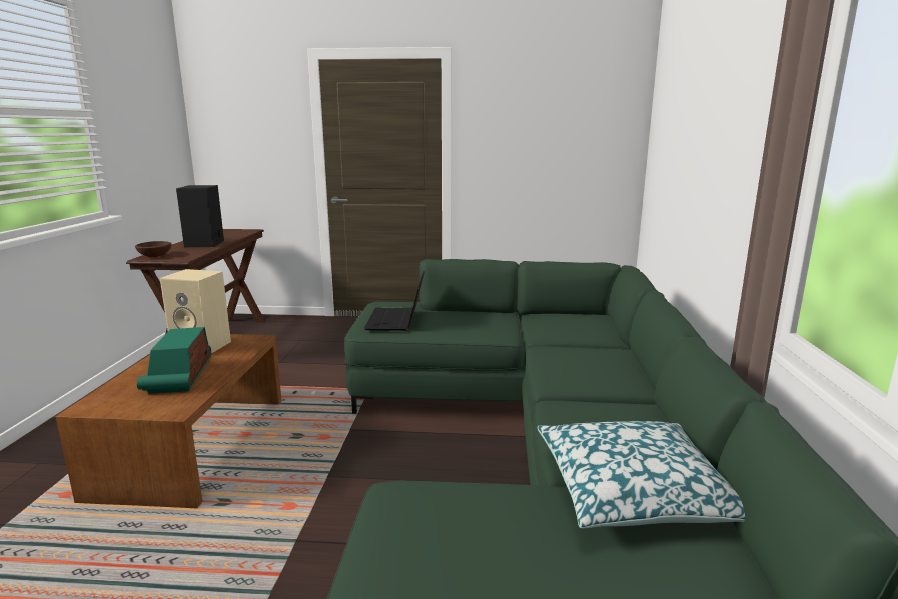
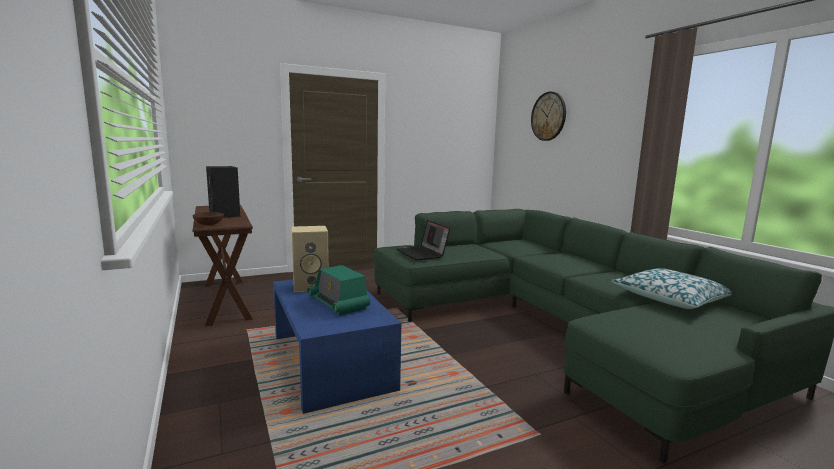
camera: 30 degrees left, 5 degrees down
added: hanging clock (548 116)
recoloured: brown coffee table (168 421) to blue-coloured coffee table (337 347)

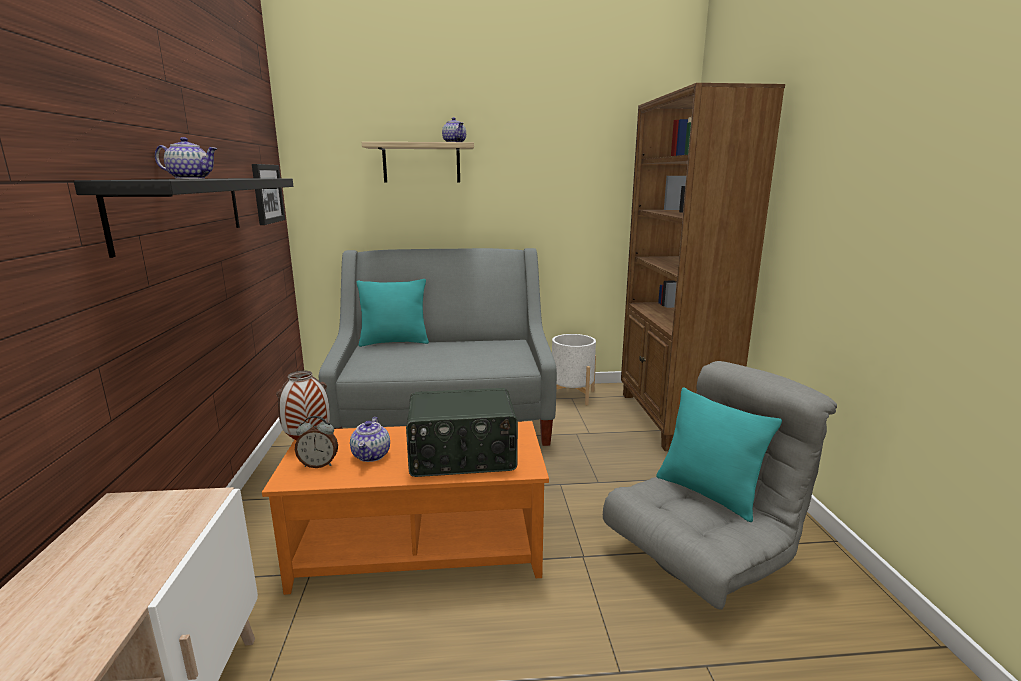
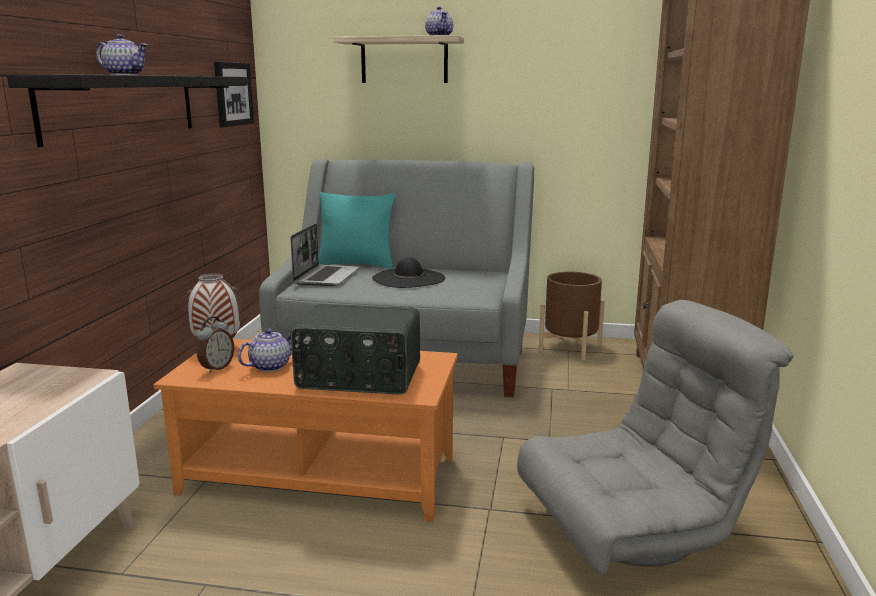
camera: 15 degrees right, 0 degrees up
removed: turquoise throw pillow (719 455)
added: notebook computer (325 254); black-coloured hat (408 273)
recoloured: white flower pot (574 369) to brown flower pot (572 316)
turned: table clock (316 442) = (215 345) 75 degrees counterclockwise; pot for tea (370 439) = (265 350) 150 degrees counterclockwise

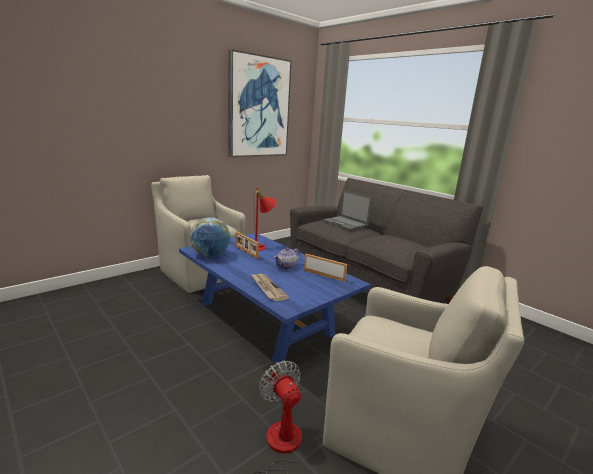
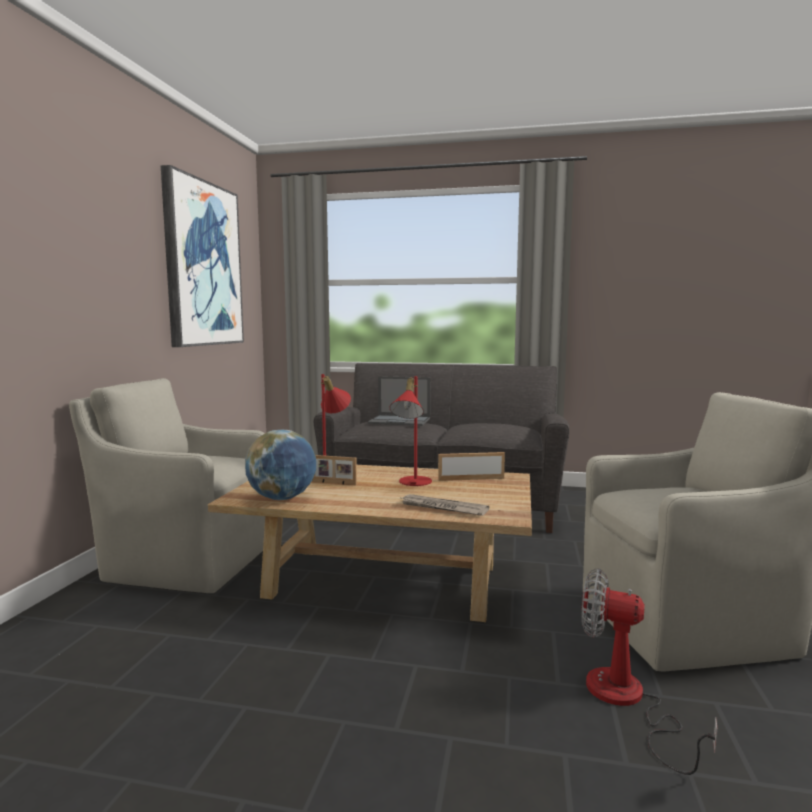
camera: 35 degrees left, 10 degrees down
replaced: pot for tea (287 259) to red-coloured tabletop lamp (411 431)
recoloured: blue-coloured coffee table (274 298) to beige-coloured coffee table (370 543)

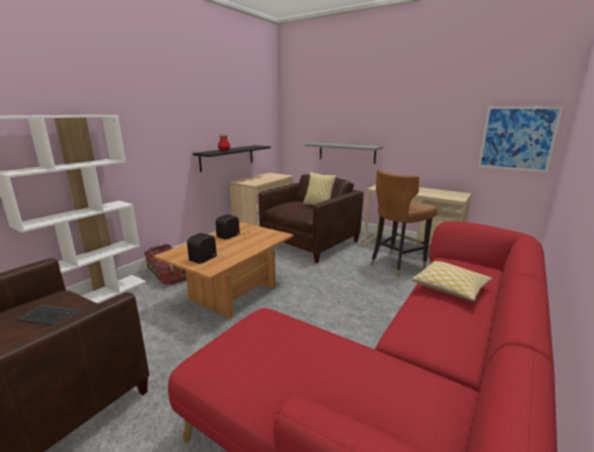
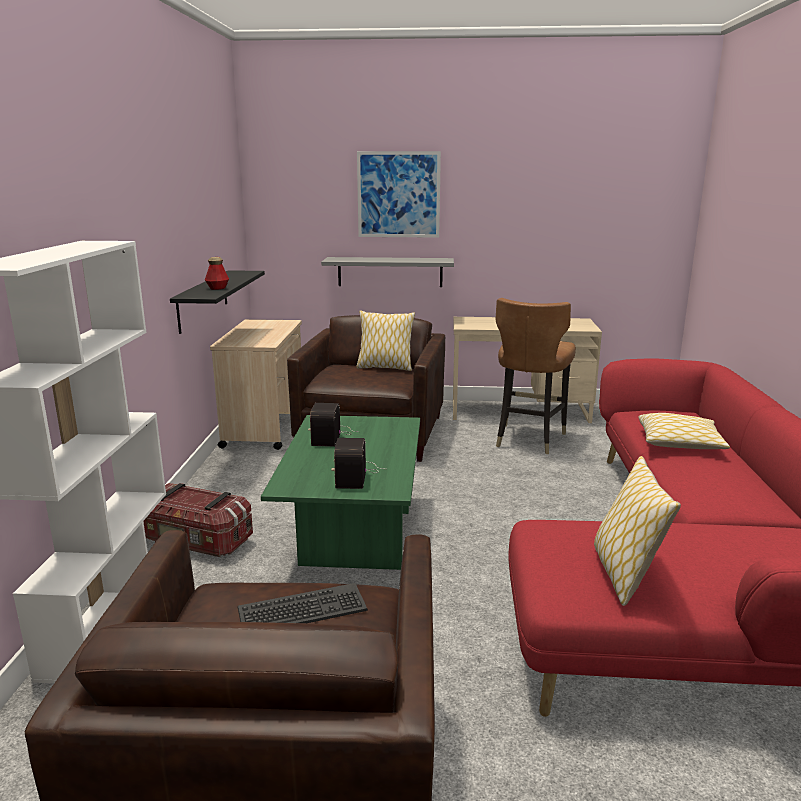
camera: 30 degrees left, 0 degrees up
added: throw pillow (637 531)
moved: picture (520 139) to (399 194)
recoloured: brown coffee table (224 270) to green coffee table (340 492)

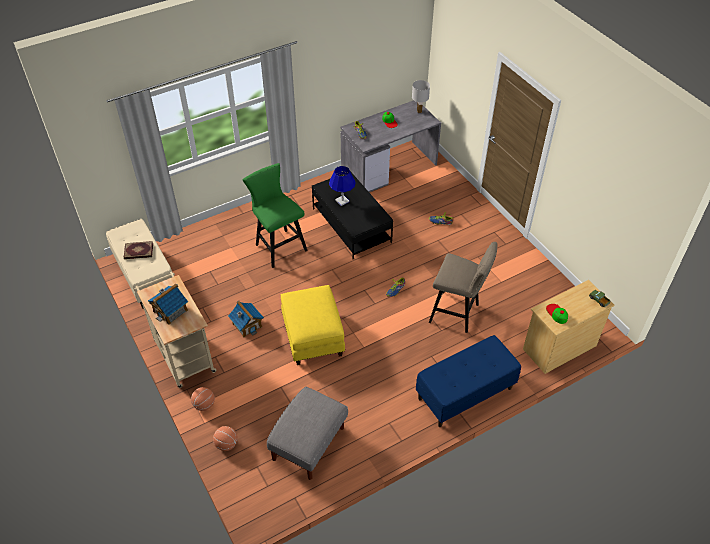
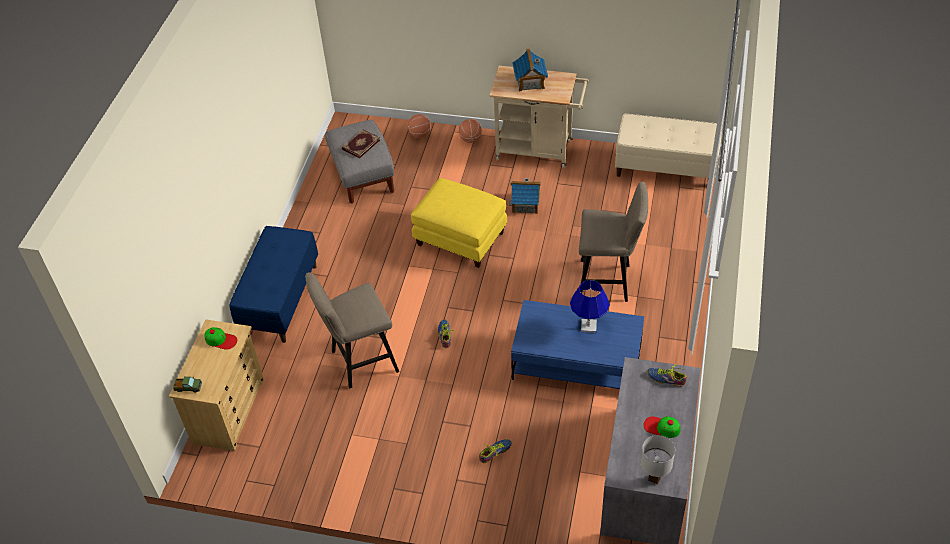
camera: 135 degrees right, 0 degrees up
moved: volume (138 250) to (361 143)
recoloured: green sitting stool (275 215) to beige-coloured sitting stool (613 242); black-coloured coffee table (352 215) to blue-coloured coffee table (577 344)

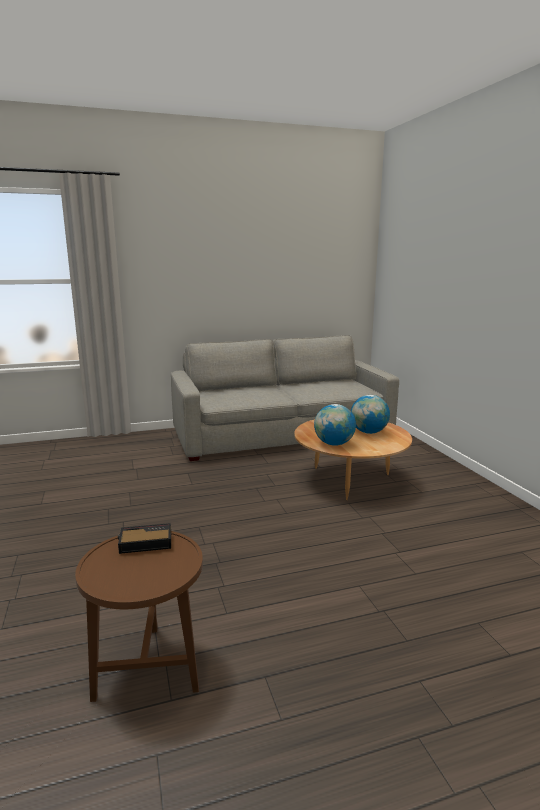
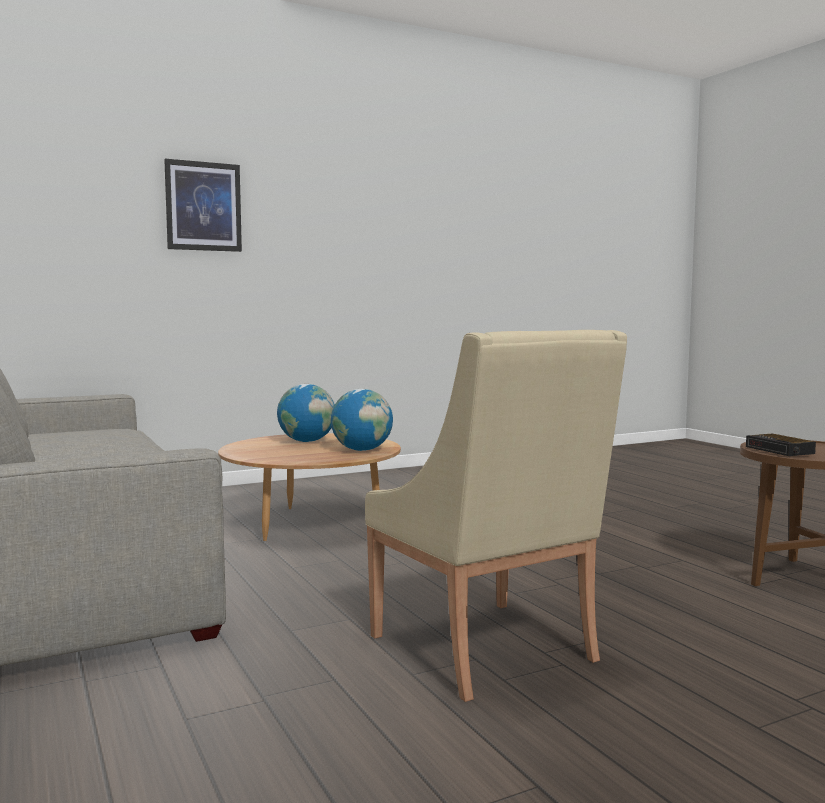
camera: 100 degrees left, 10 degrees down
added: picture (203 205); beige-coloured easy chair (496 516)

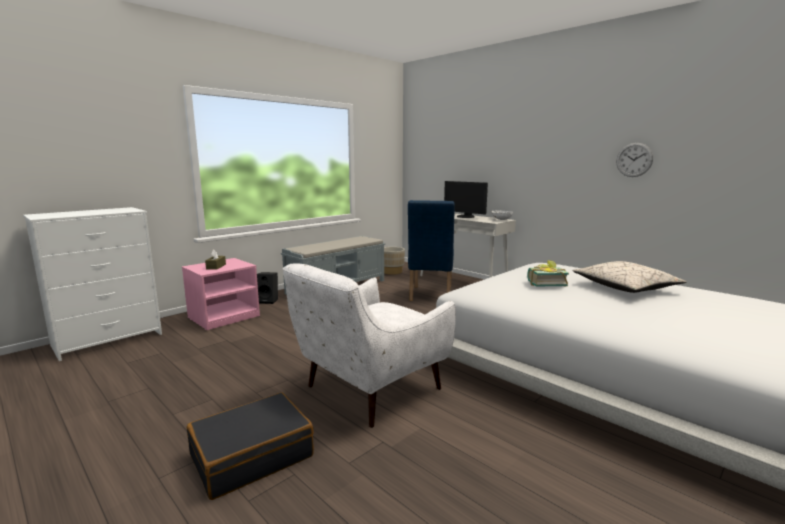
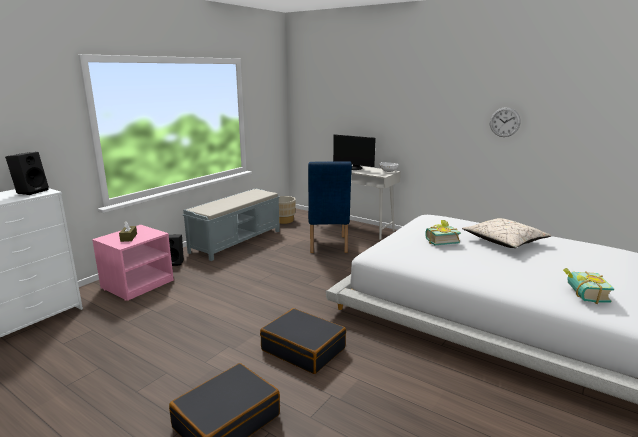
camera: 10 degrees left, 5 degrees up
added: black-coloured audio speaker (27 173); volume (588 286)
replaced: white easy chair (369 345) to black-coloured travel case (303 341)

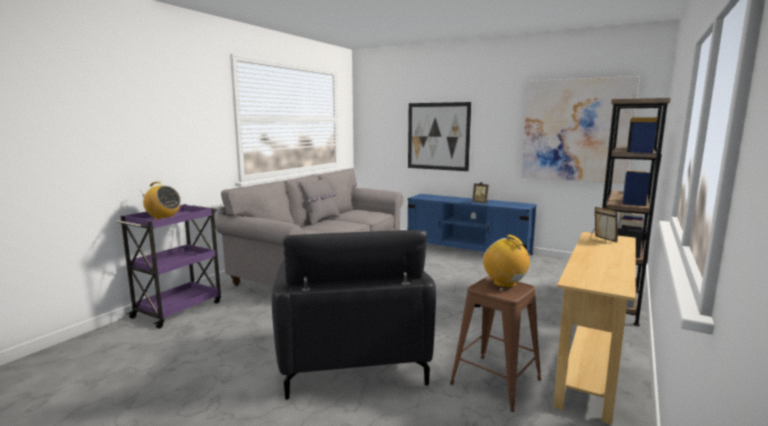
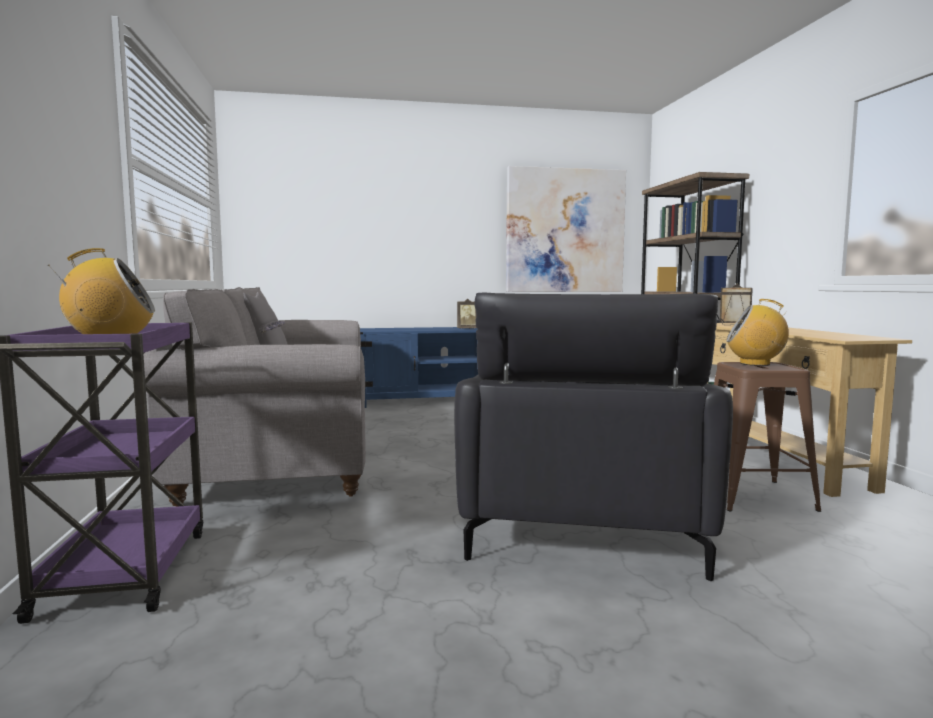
camera: 40 degrees left, 5 degrees down
removed: picture (439 136)
turned: black-coloured easy chair (354 315) = (593 436) 60 degrees clockwise

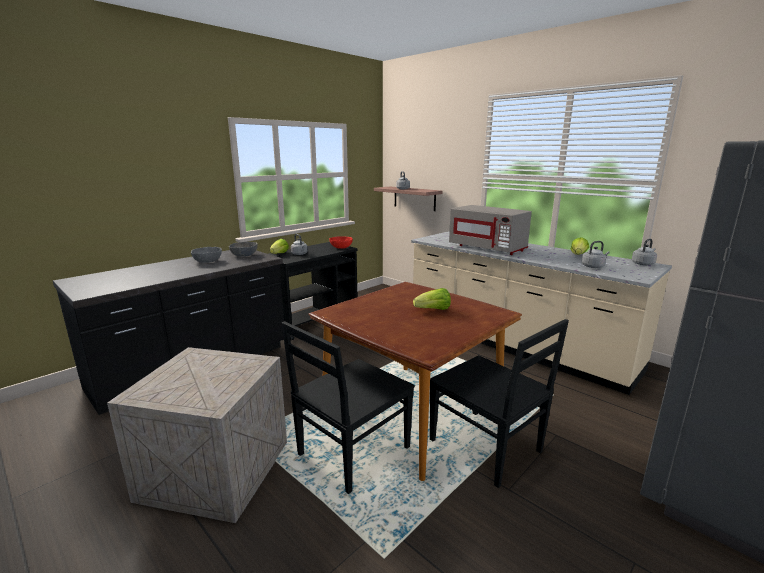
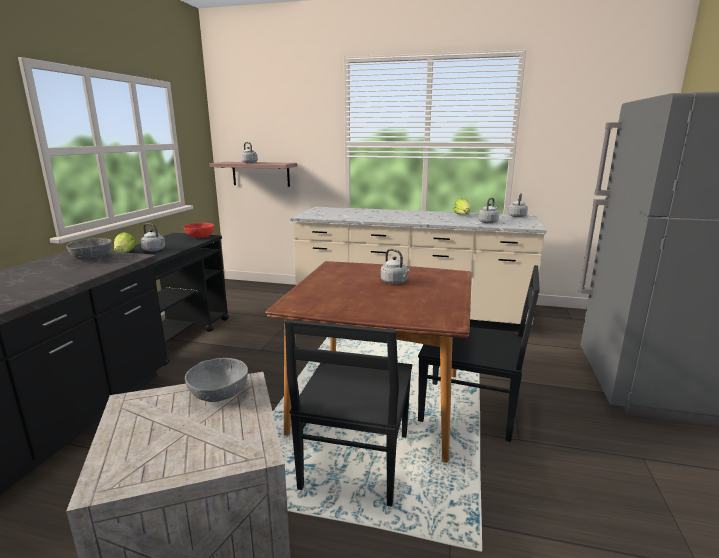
camera: 30 degrees left, 0 degrees up
removed: grey microwave oven (490 230)
moved: grey serving bowl (206 255) to (216 380)
replaced: head of lettuce (432 299) to grey water kettle (396 266)

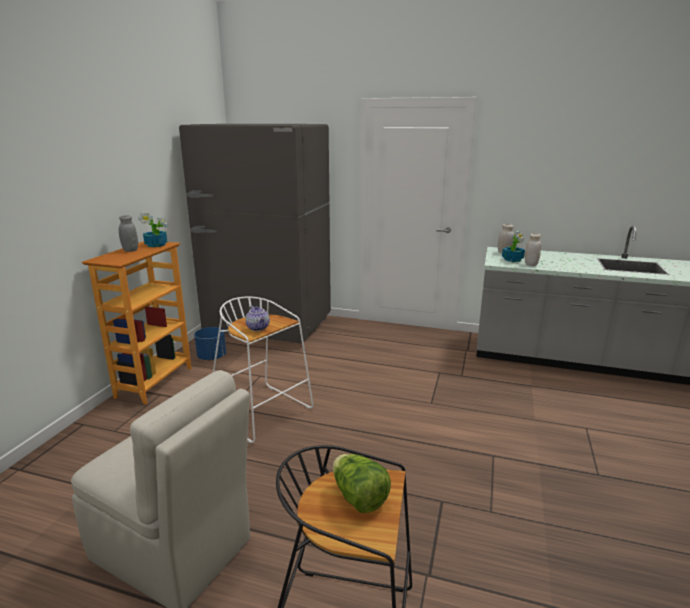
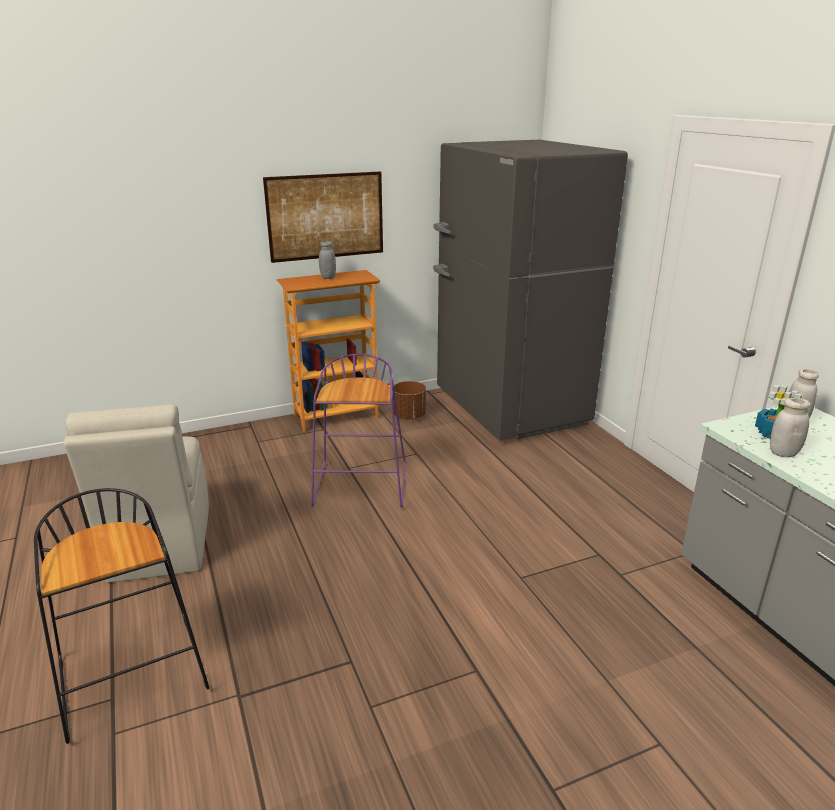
camera: 50 degrees right, 5 degrees up
removed: potted plant (153 230); pot for tea (257 318); head of lettuce (361 483)
added: picture (323 217)
recoloured: white sitting stool (263 370) to purplish sitting stool (358 431); blue-coloured flower pot (210 343) to brown flower pot (409 400)

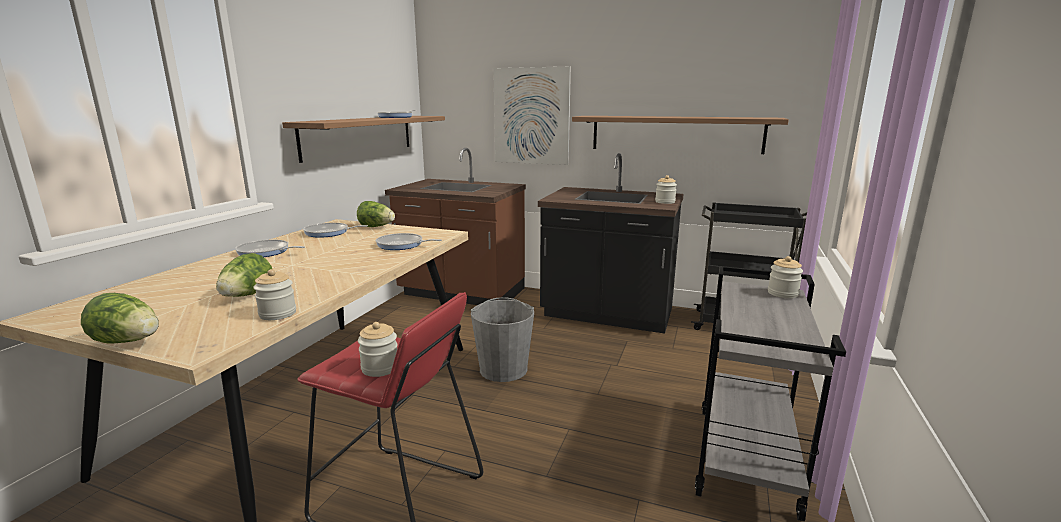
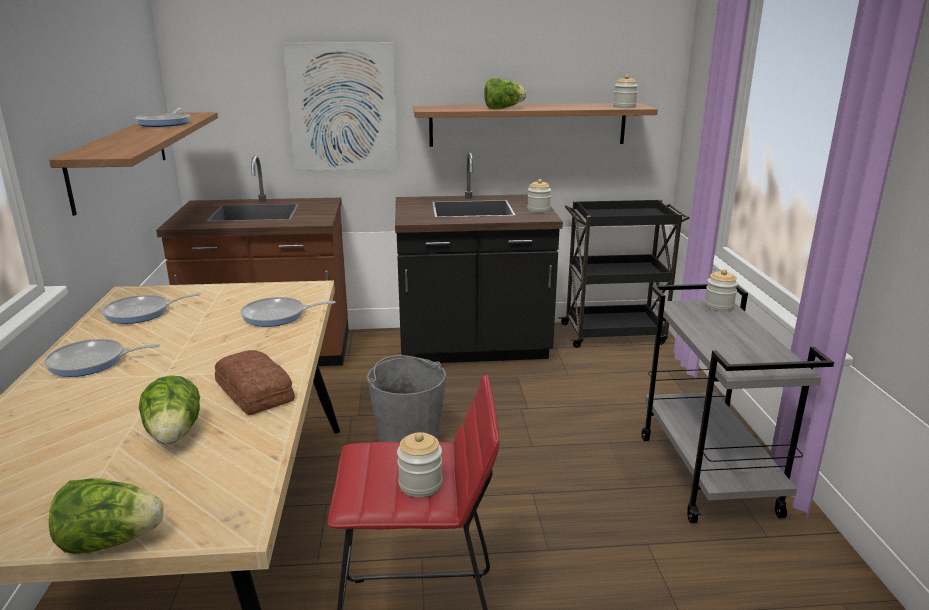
camera: 25 degrees left, 5 degrees up
added: baked bread (255 382)
moved: head of lettuce (376 214) to (505 93); preserve jar (274 294) to (625 91)

